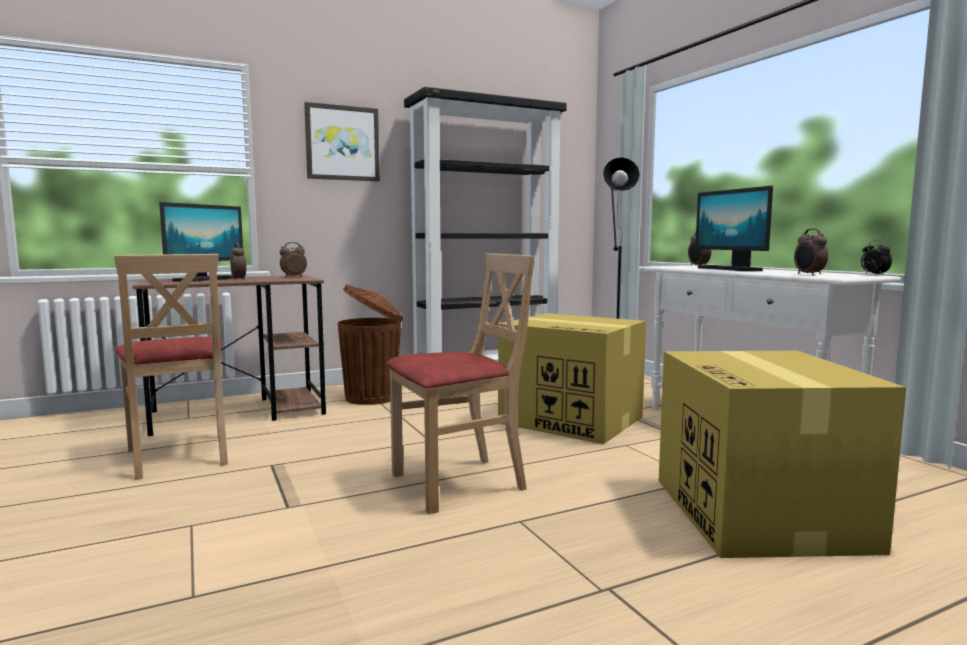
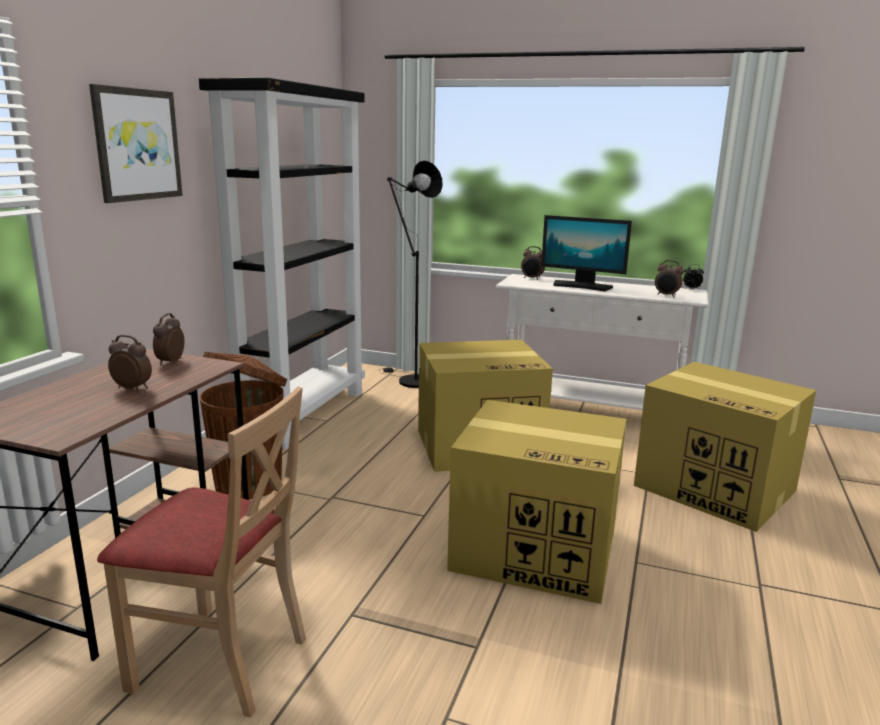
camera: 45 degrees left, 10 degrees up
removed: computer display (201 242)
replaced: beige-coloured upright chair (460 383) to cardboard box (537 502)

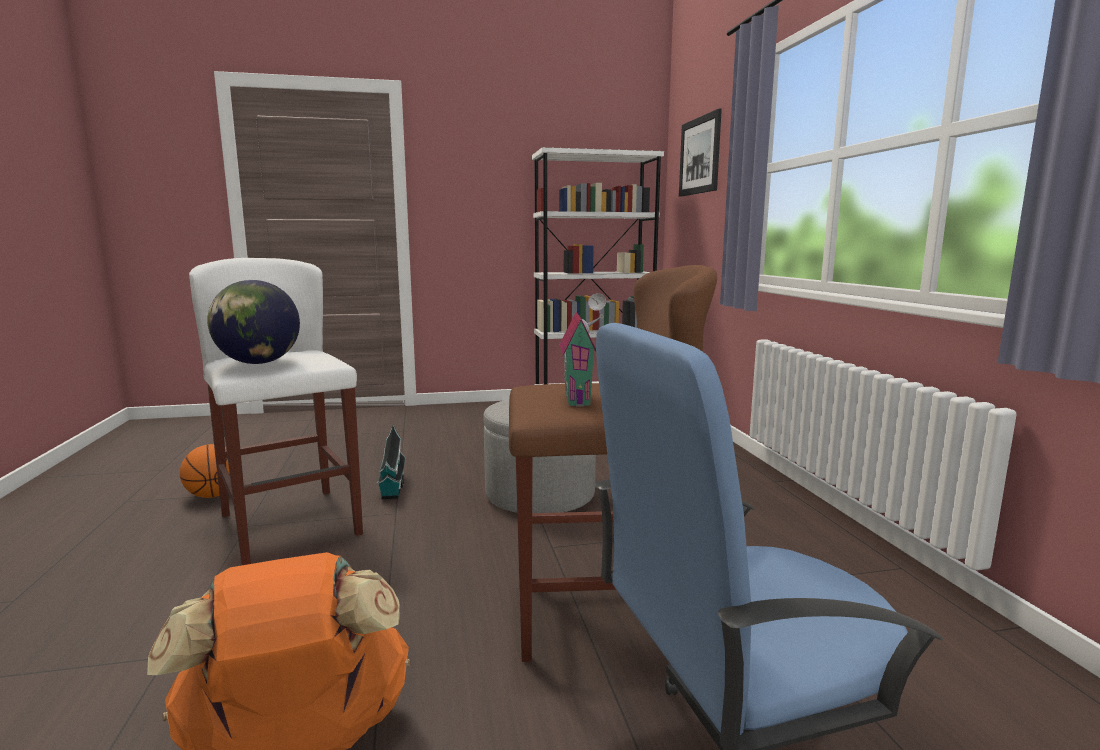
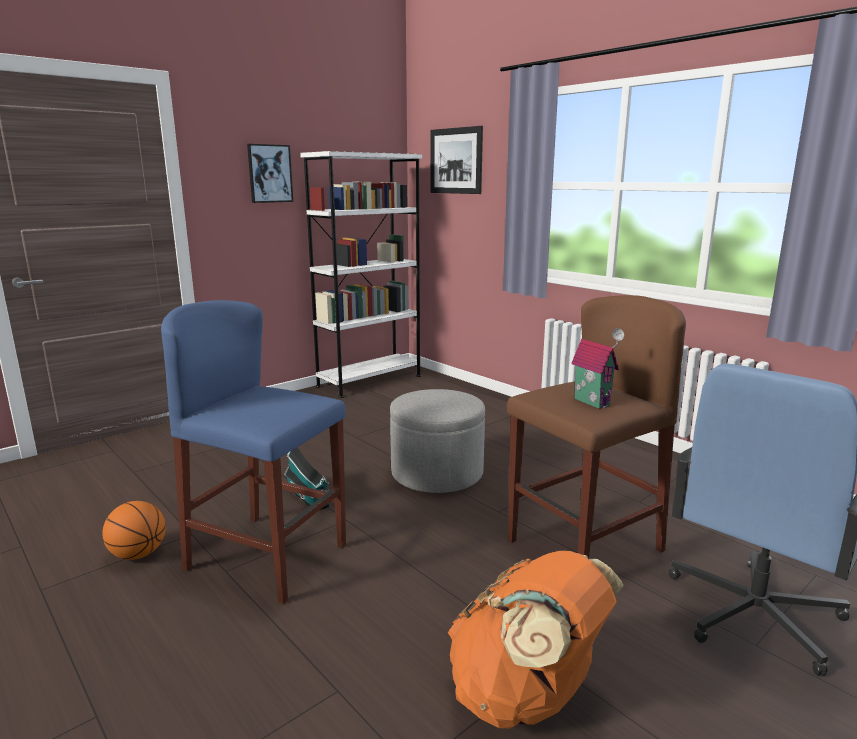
camera: 30 degrees left, 5 degrees up
removed: world globe (253 322)
added: picture (270 173)
recoloured: white sitting stool (276 411) to blue-coloured sitting stool (253 452)

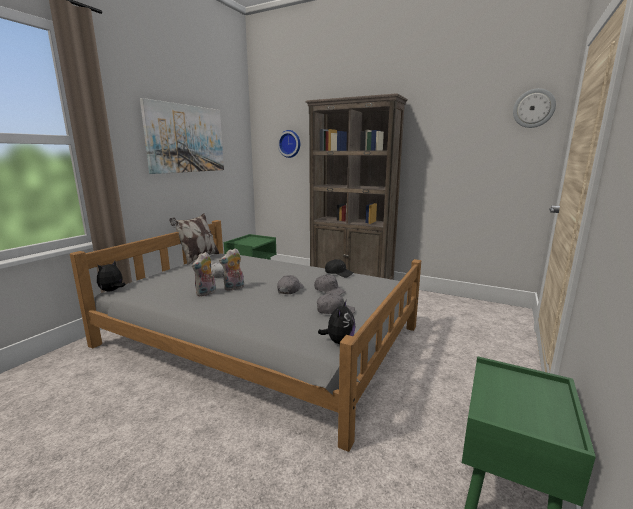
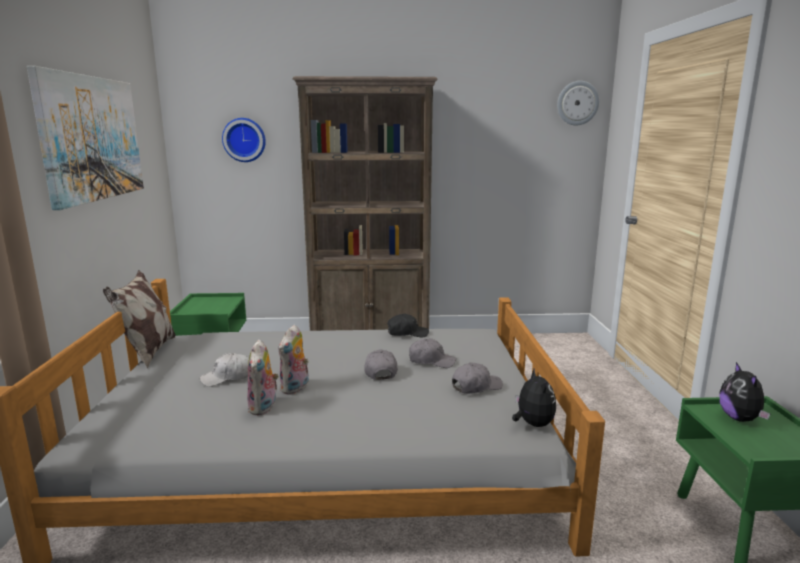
camera: 30 degrees left, 0 degrees up
moved: cuddly toy (111 276) to (745 392)

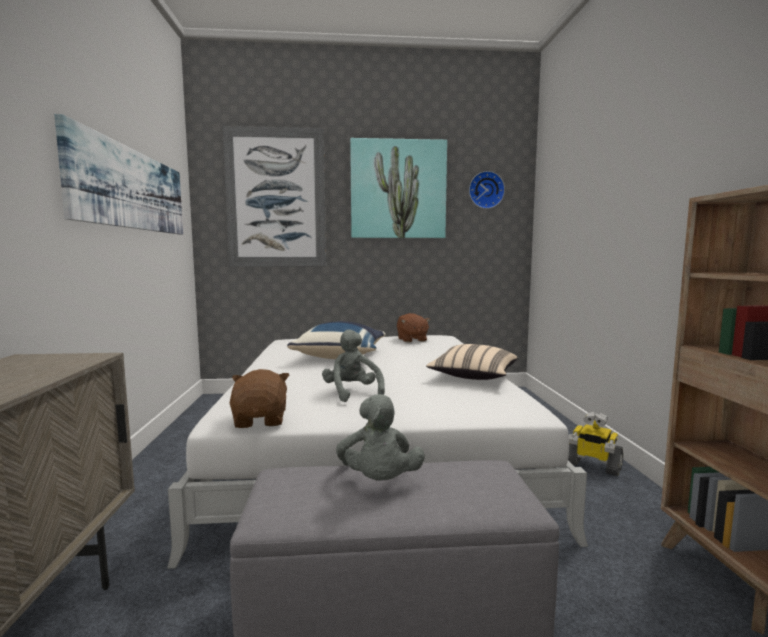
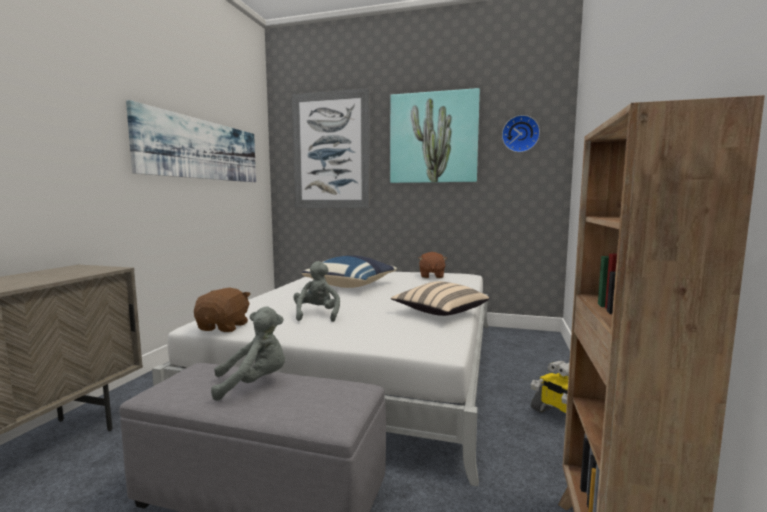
camera: 20 degrees right, 0 degrees up
turned: grey cuddly toy (380 437) = (248 354) 120 degrees counterclockwise

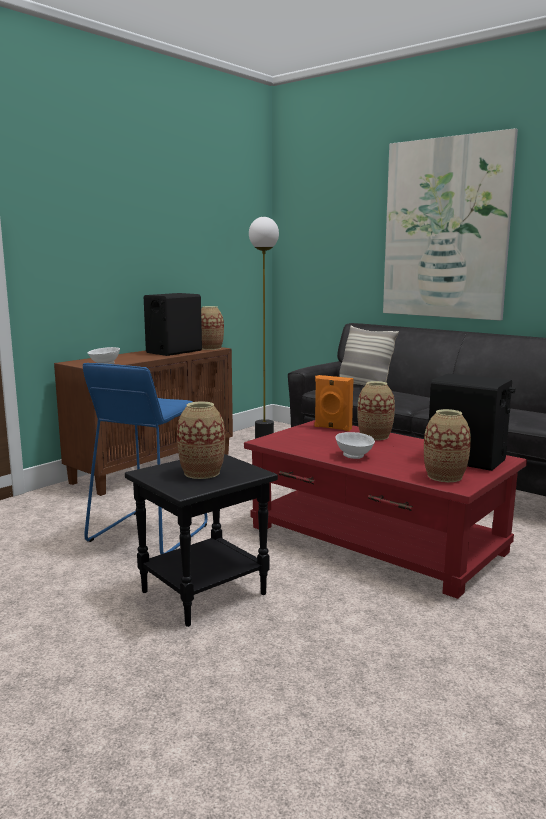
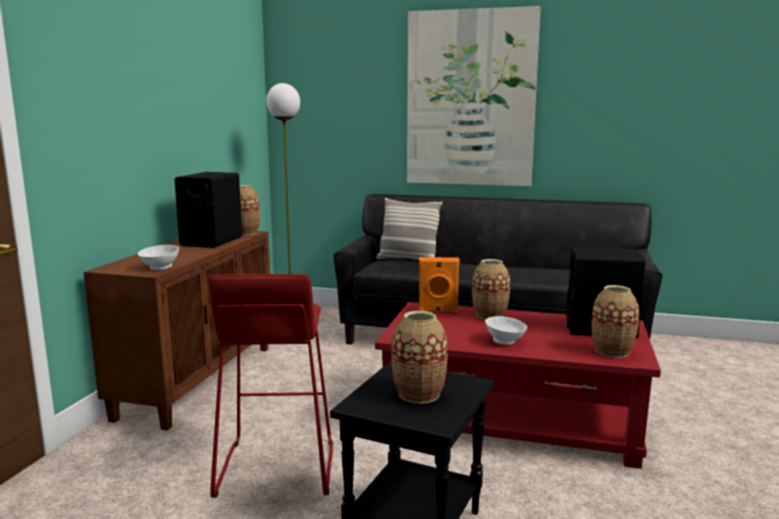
camera: 25 degrees left, 0 degrees up
recoloured: blue-coloured sitting stool (145 458) to red-coloured sitting stool (271 386)

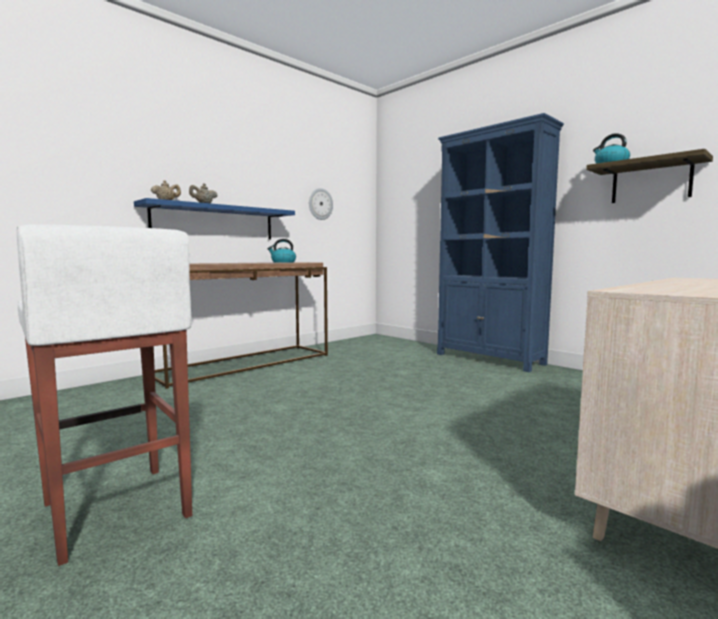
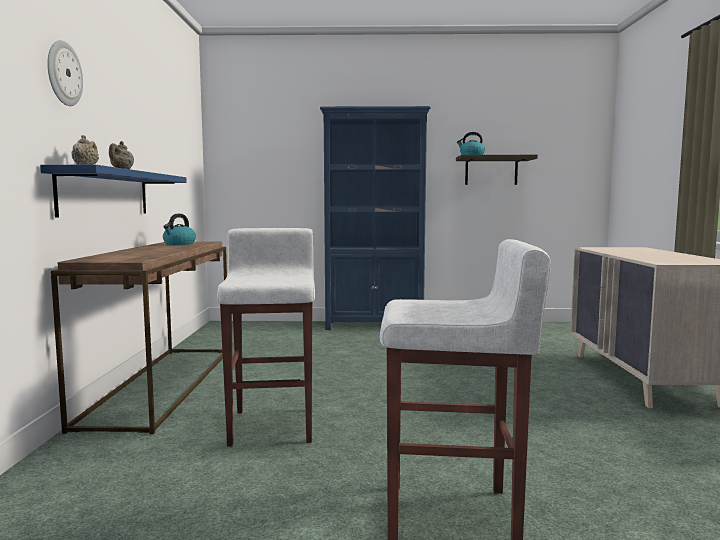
camera: 45 degrees left, 0 degrees up
added: white sitting stool (266 337)
moved: hanging clock (321 204) to (65 73)

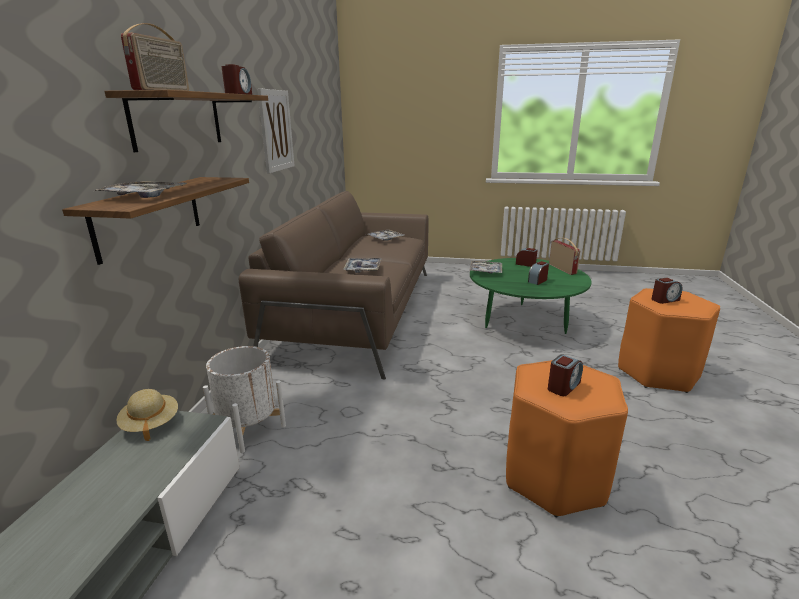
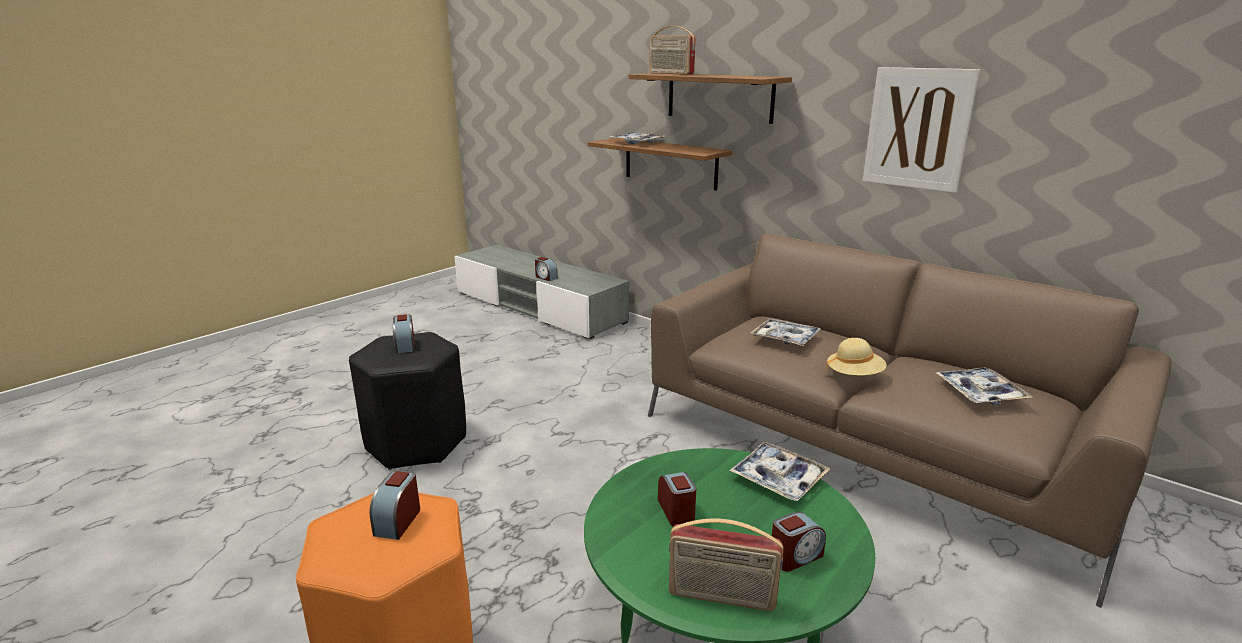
camera: 120 degrees right, 0 degrees up
removed: white flower pot (244 399)
moved: table clock (237 79) to (546 269); beige-coloured hat (147 415) to (856 356)
recoloured: orange sitting stool (567 438) to black-coloured sitting stool (407 401)

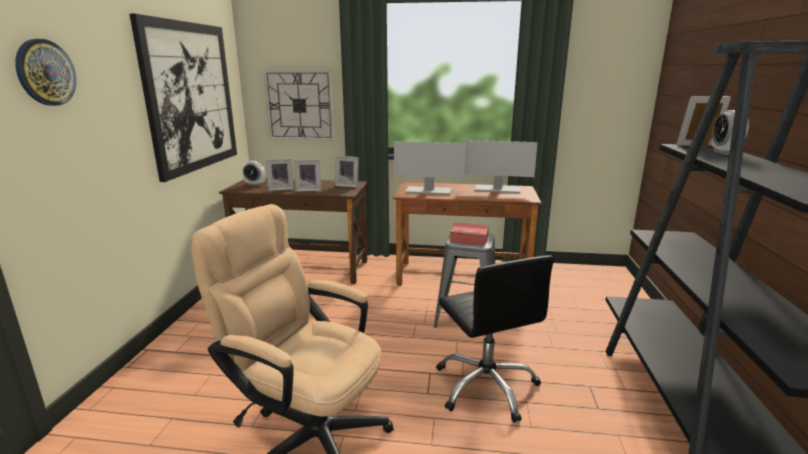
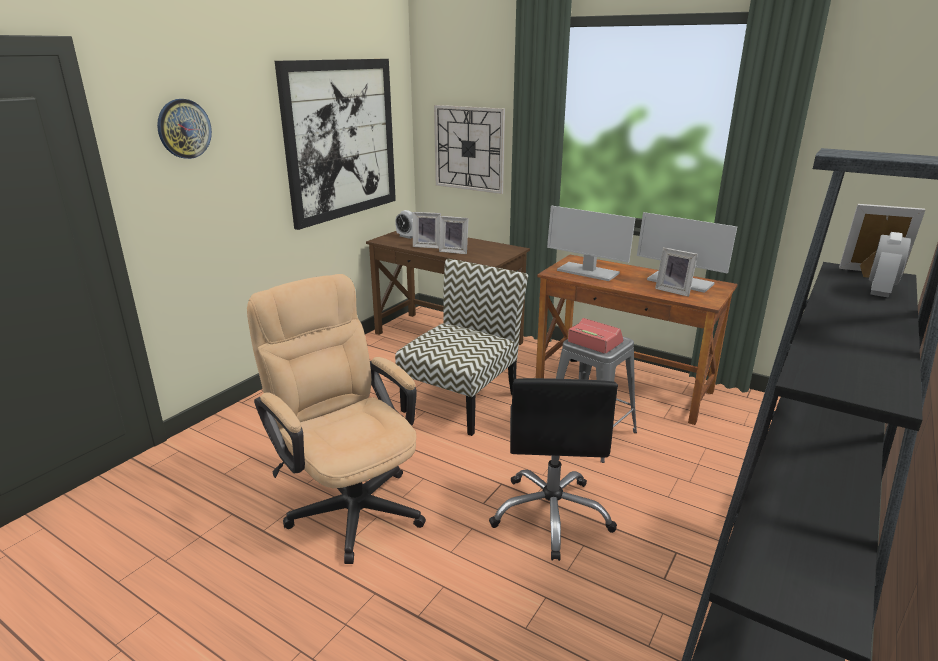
camera: 25 degrees right, 5 degrees up
added: upright chair (461 347)
moved: picture frame (347 171) to (676 272)

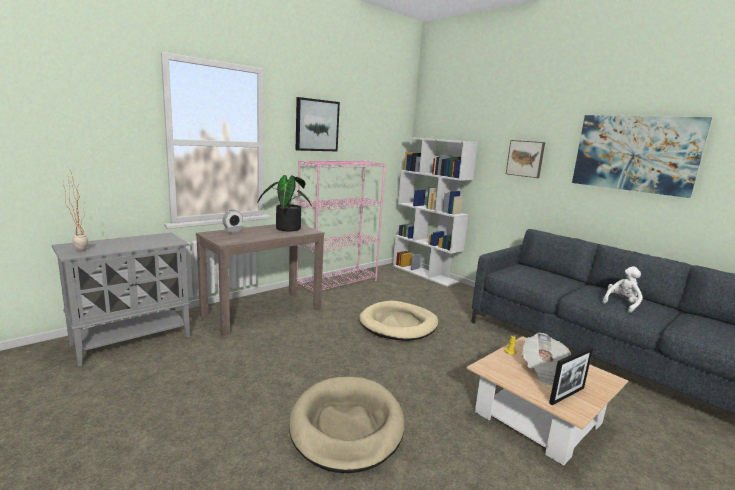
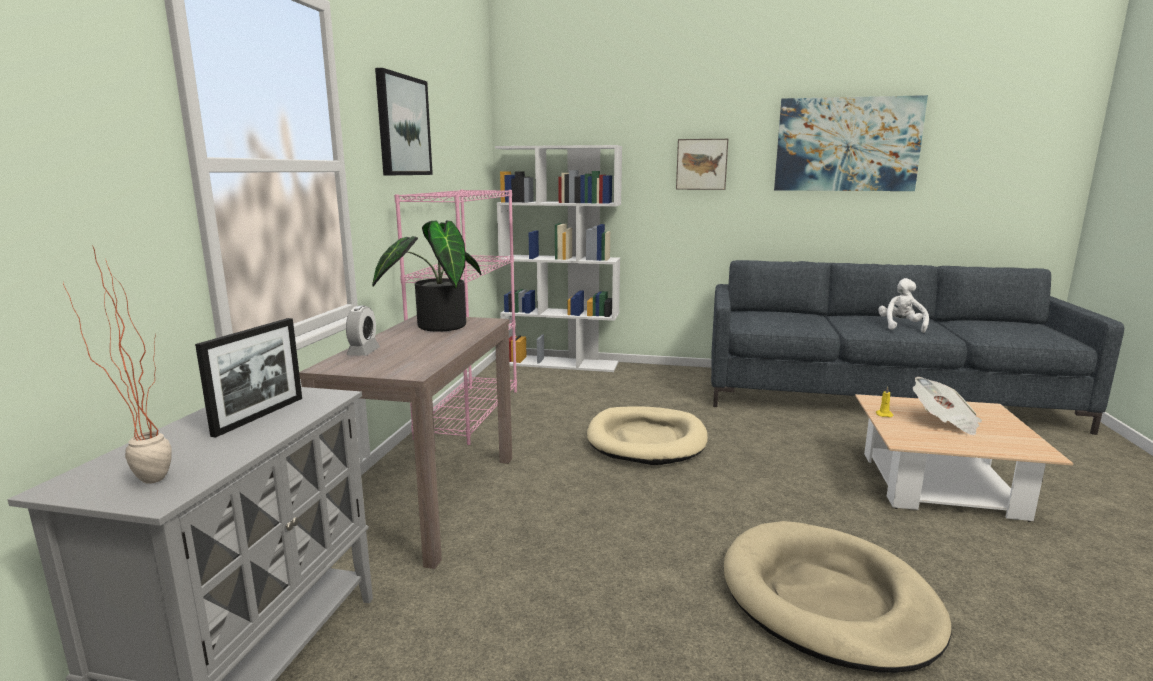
camera: 35 degrees left, 0 degrees up
moved: picture frame (571 376) to (248 378)

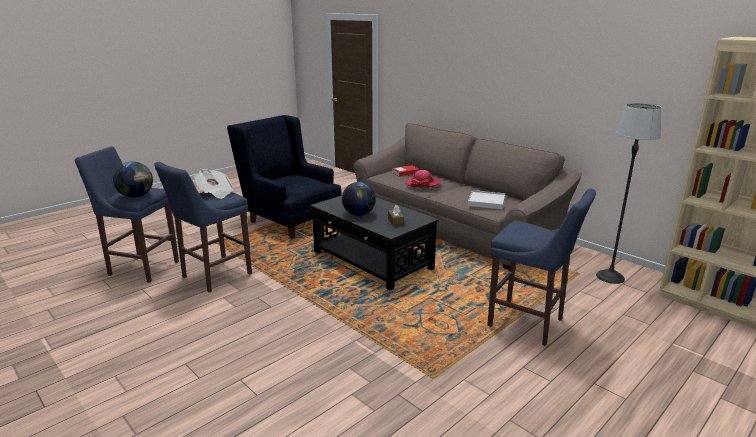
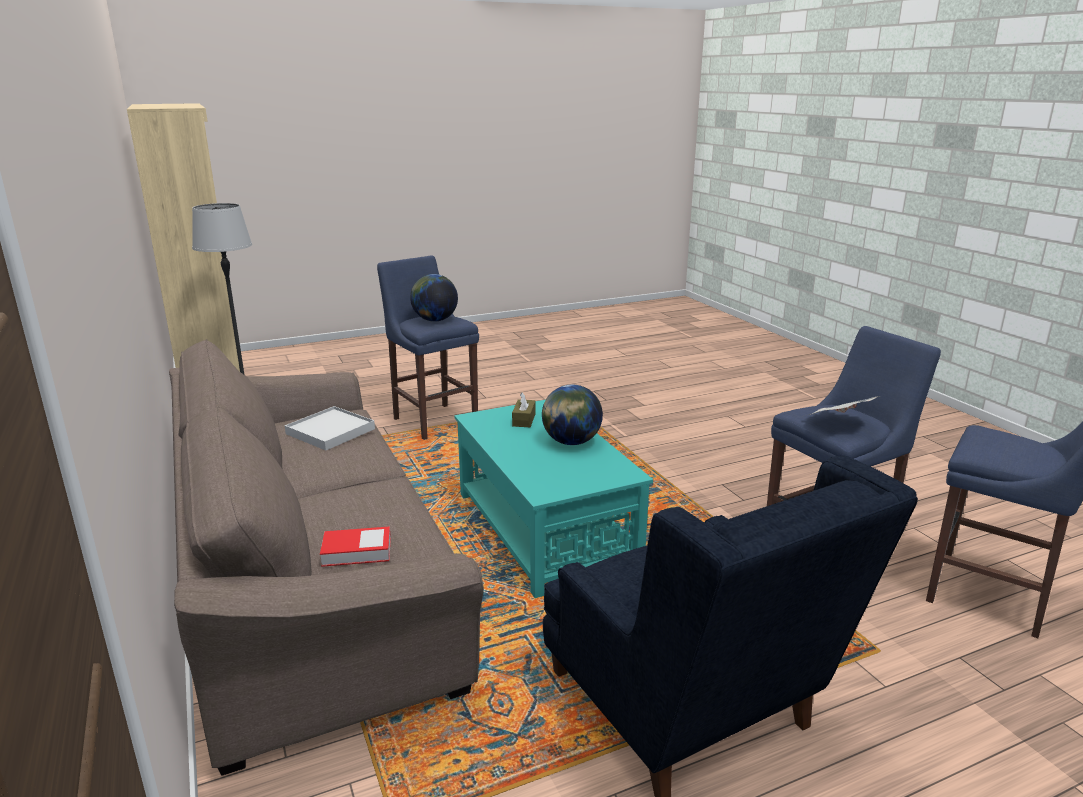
camera: 160 degrees left, 0 degrees up
removed: hat (423 179)
moved: world globe (133 180) to (434 298)
recoloured: black-coloured coffee table (374 243) to turquoise coffee table (553 499)

